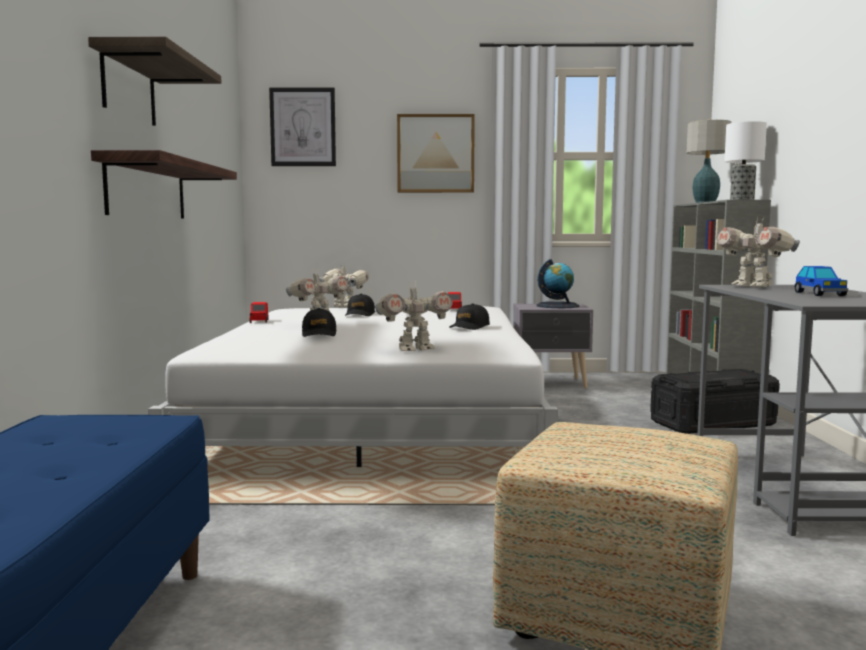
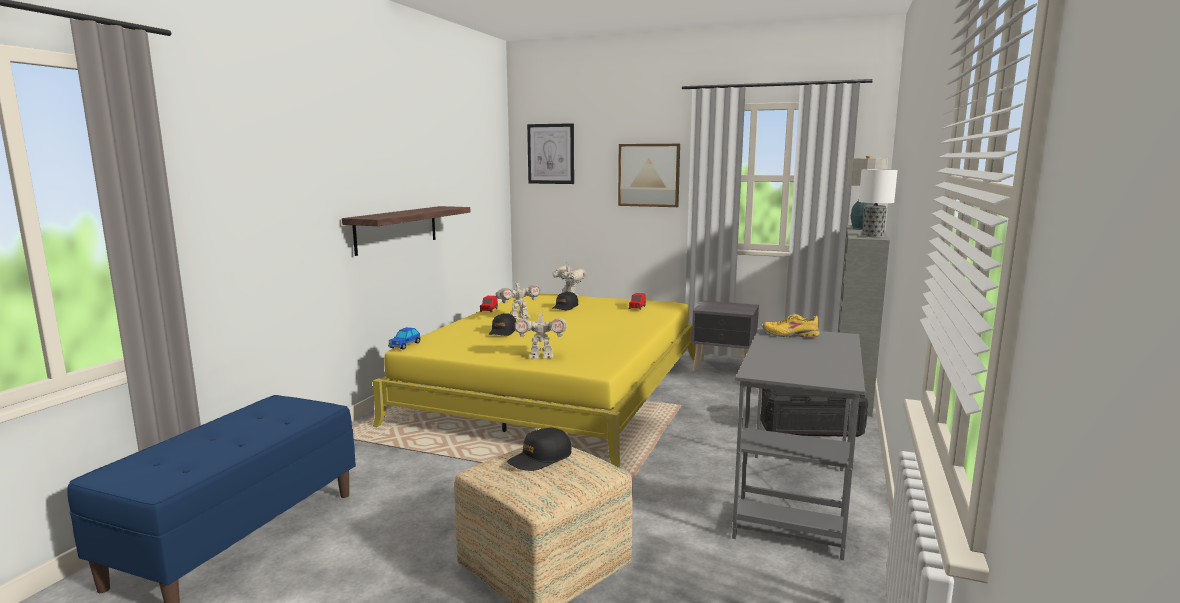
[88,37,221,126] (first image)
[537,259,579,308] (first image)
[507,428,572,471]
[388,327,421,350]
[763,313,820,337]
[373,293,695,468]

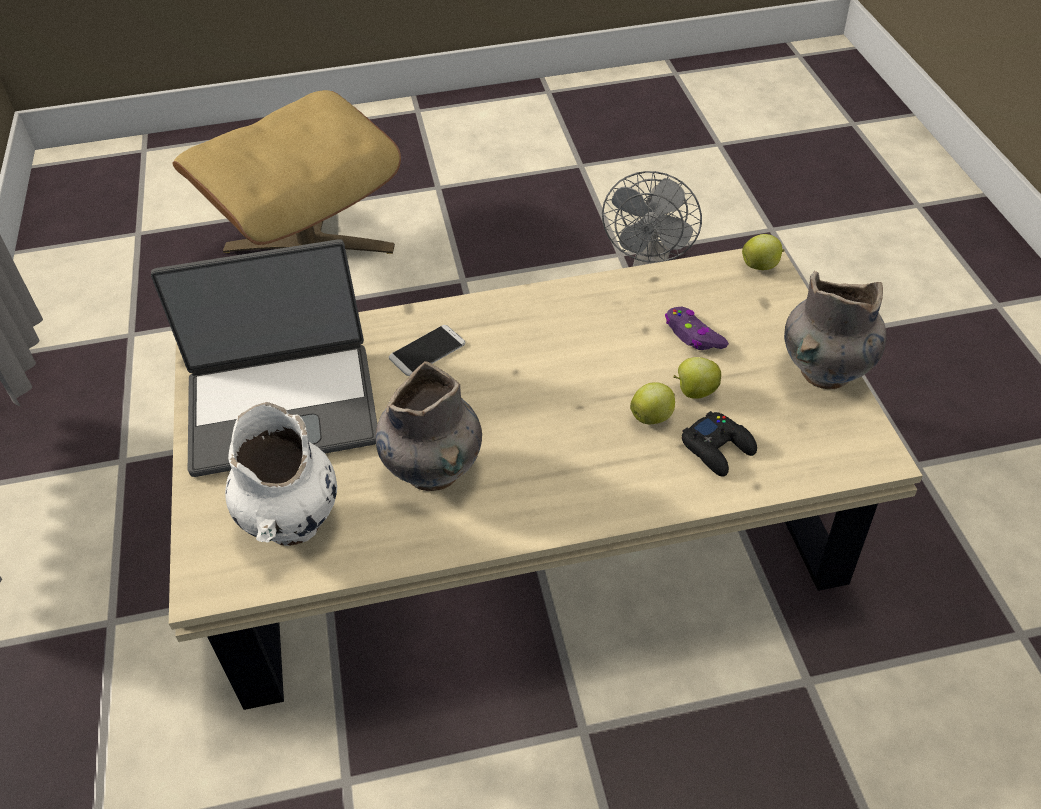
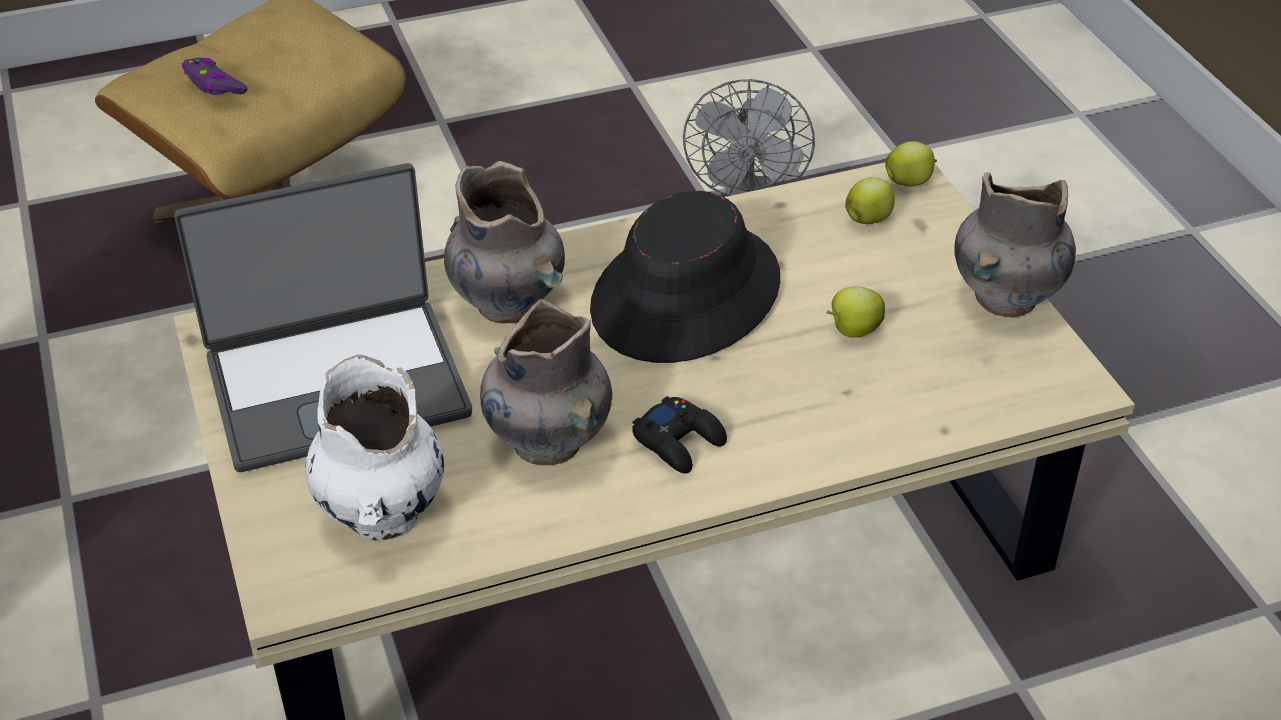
[590,191,780,363]
[845,177,895,224]
[182,58,248,95]
[632,396,727,474]
[444,161,565,324]

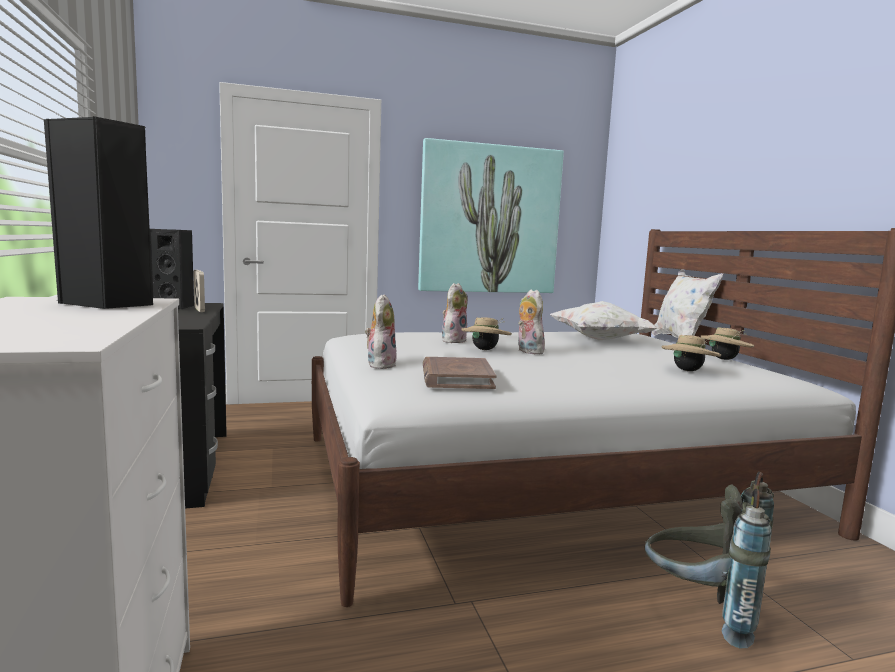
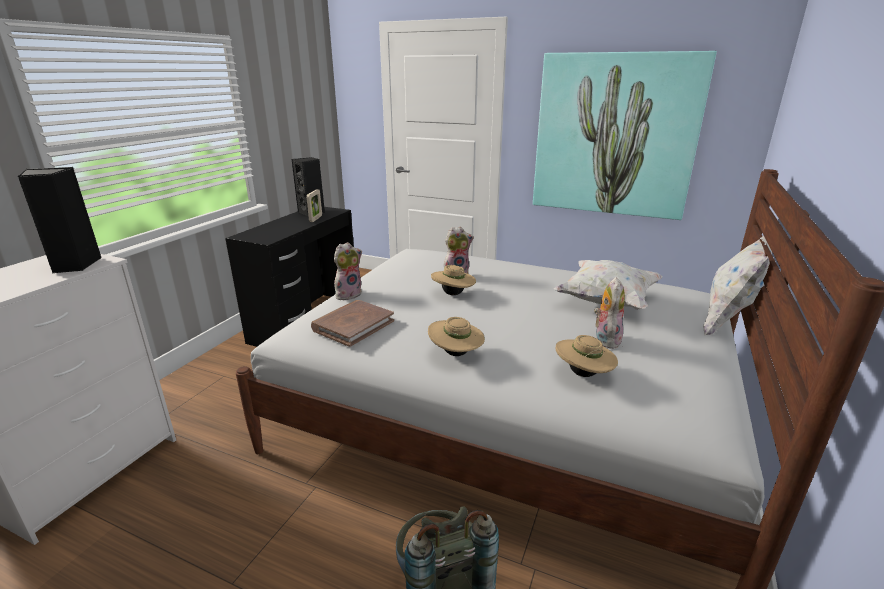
[594,277,625,349]
[428,317,485,356]

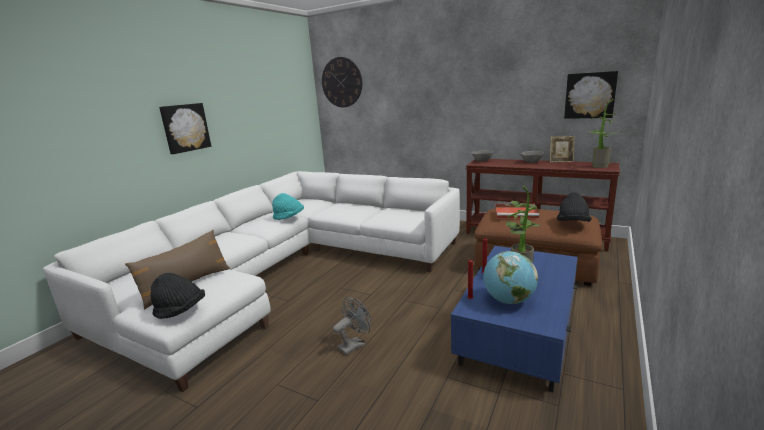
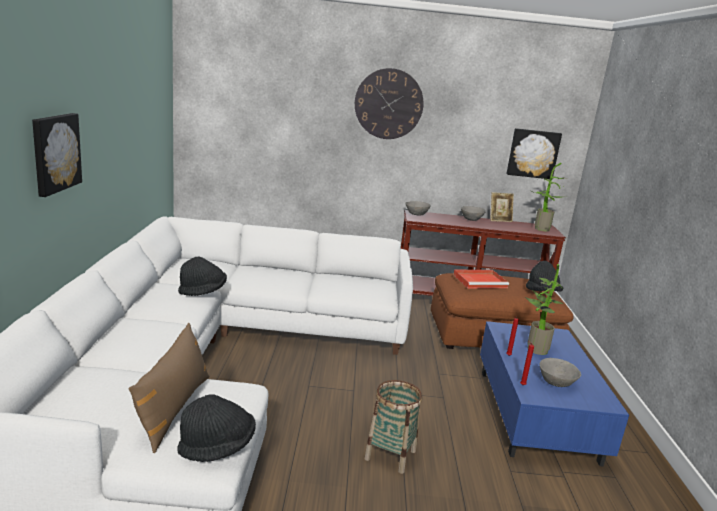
[355,68,424,139]
[364,380,422,474]
[539,358,581,387]
[178,256,227,296]

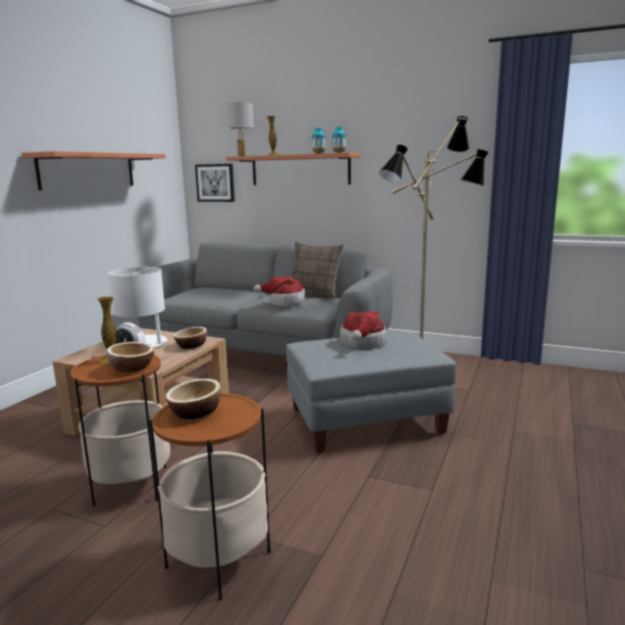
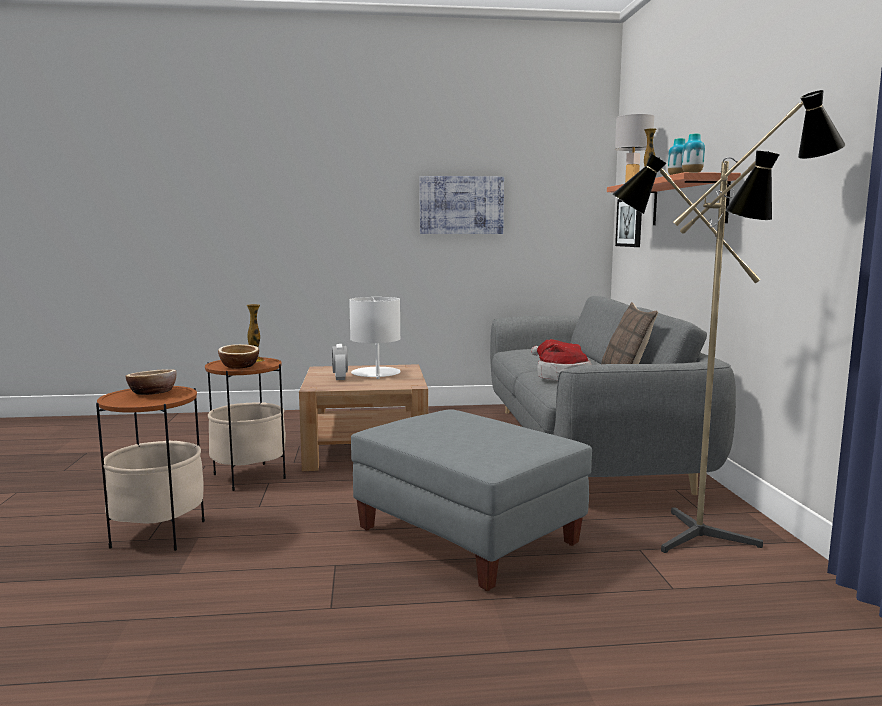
[173,327,207,349] (first image)
[340,311,387,349] (first image)
[420,176,504,234]

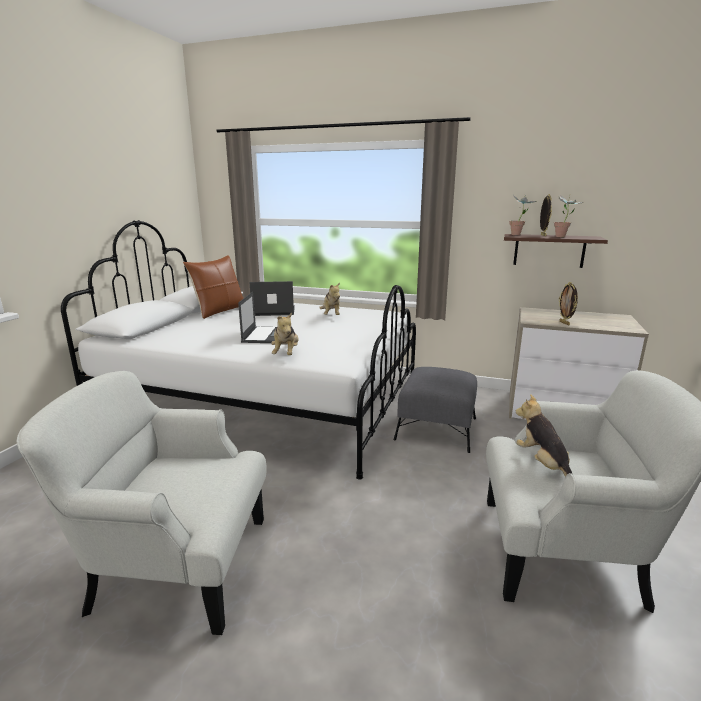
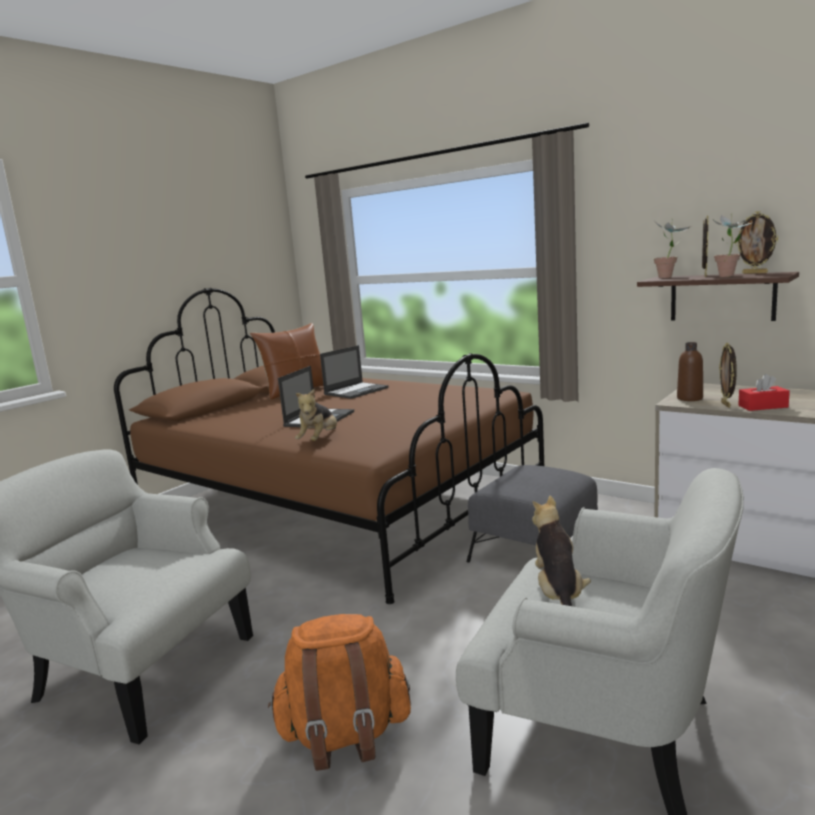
[319,282,340,315] (first image)
[268,614,411,771]
[677,342,703,401]
[735,211,778,274]
[738,374,790,411]
[114,288,544,604]
[320,345,389,399]

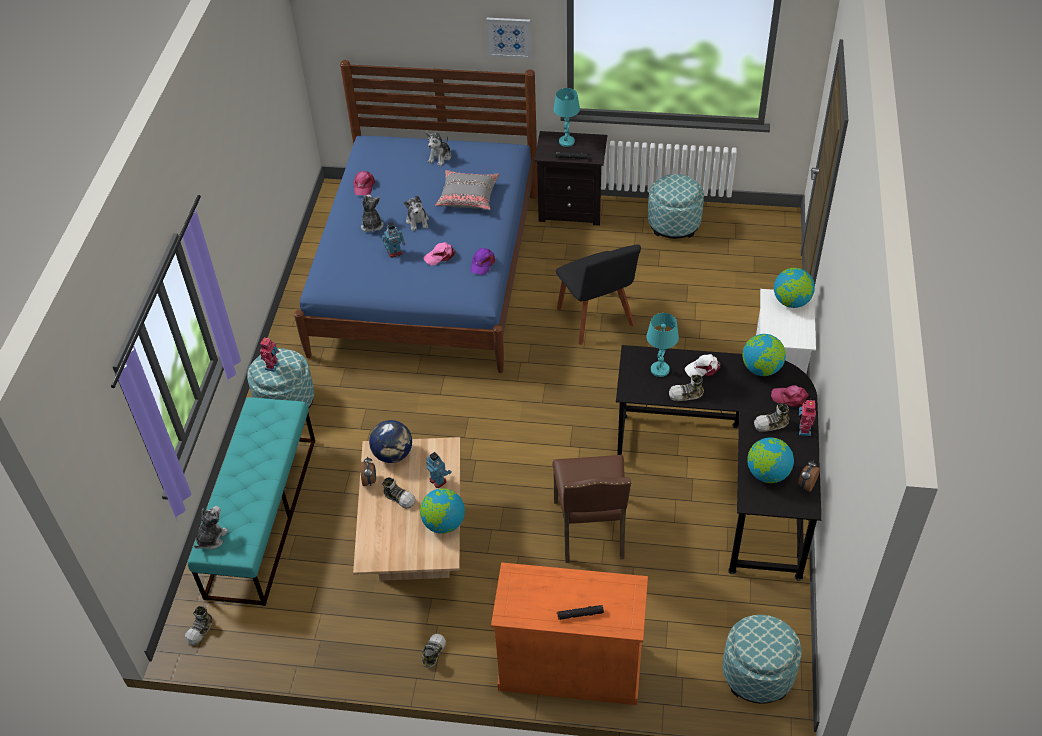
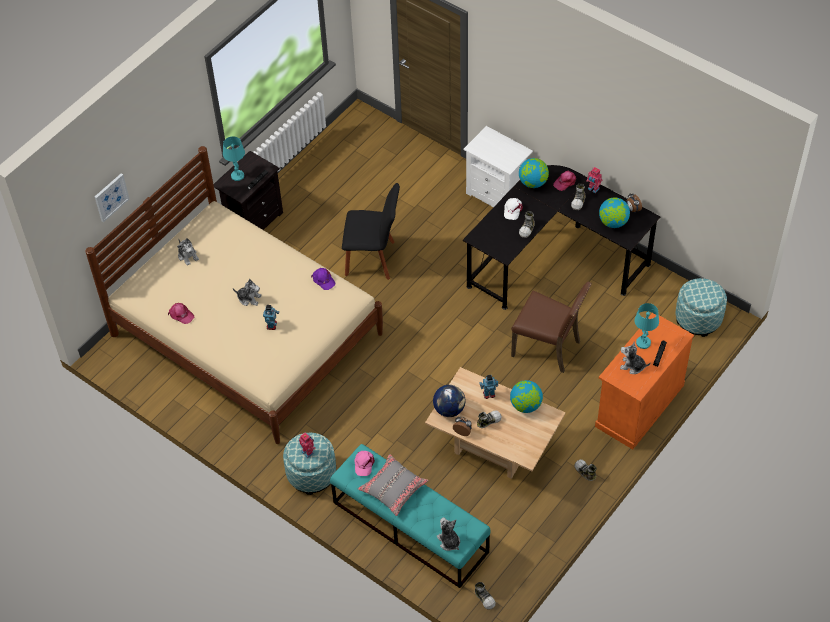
[648,174,704,239] (first image)
[774,268,815,308] (first image)
[620,341,651,374]
[354,451,375,476]
[358,454,429,516]
[95,173,129,222]
[634,303,659,349]
[85,146,383,444]

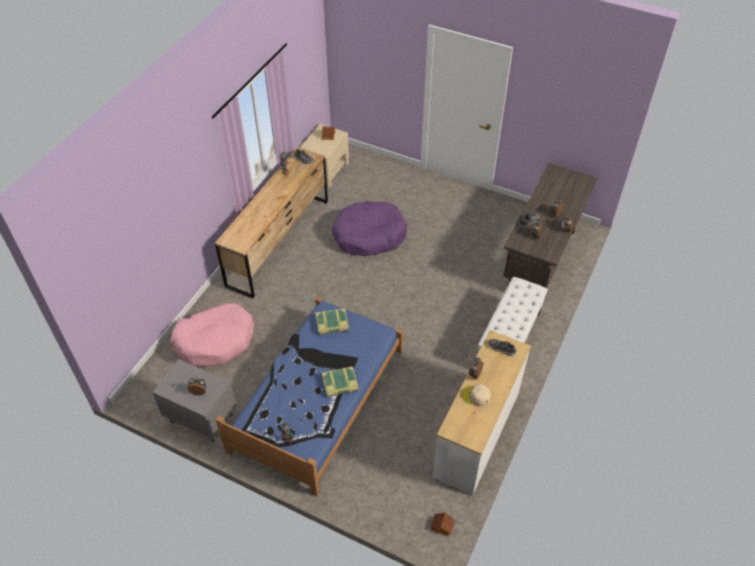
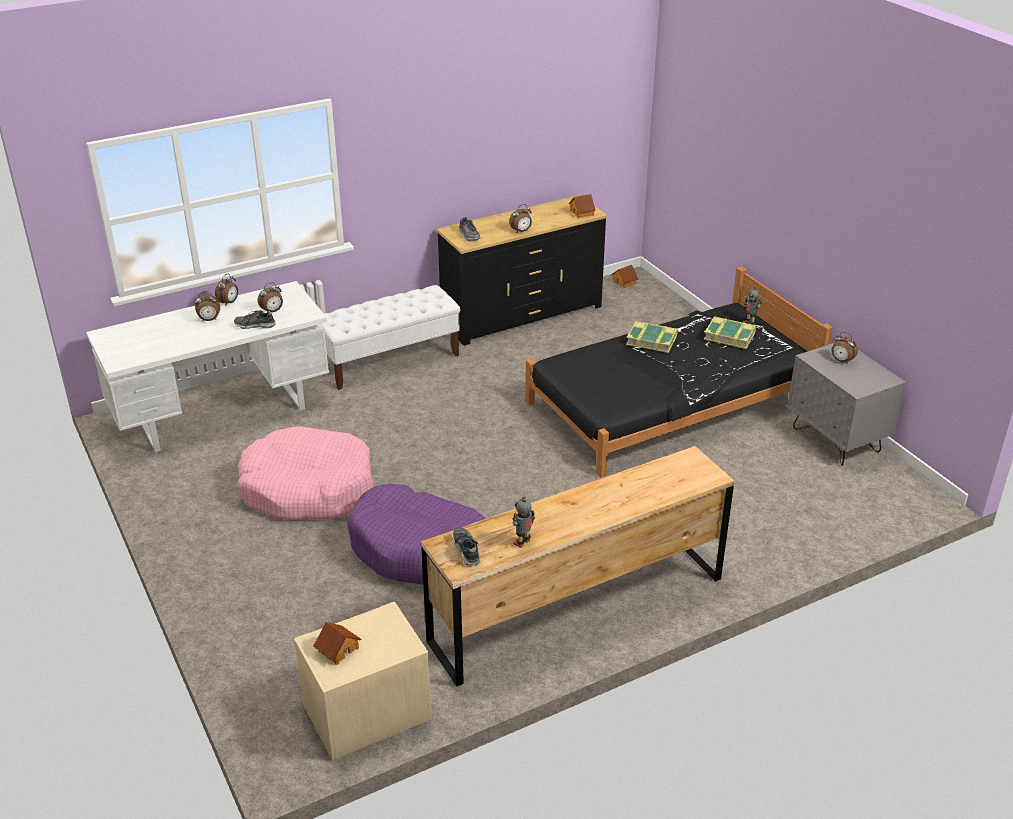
[462,384,491,407] (first image)
[569,194,596,218]
[237,426,373,520]
[704,316,756,349]
[525,266,833,478]
[437,195,607,346]
[86,281,329,452]

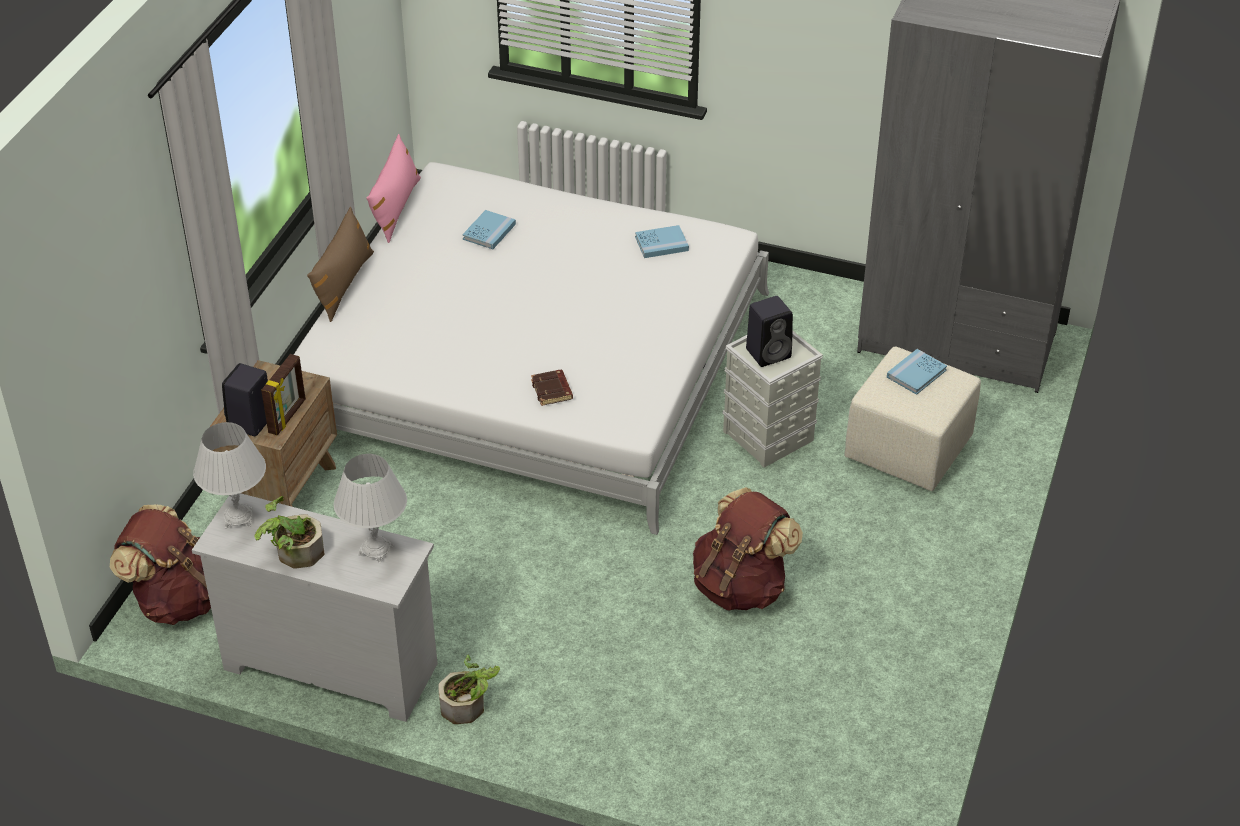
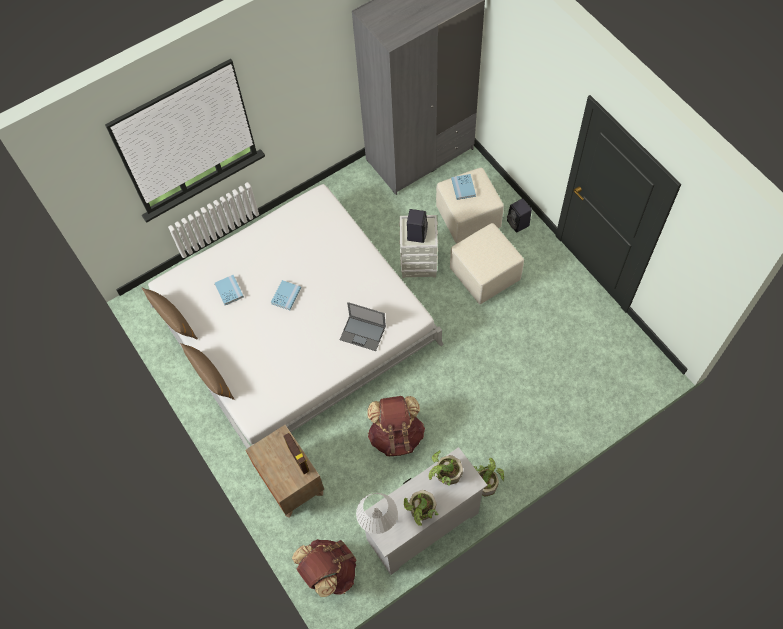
[450,223,524,304]
[507,198,532,233]
[271,280,301,310]
[367,396,425,456]
[428,450,463,486]
[340,302,386,351]
[142,288,198,340]

